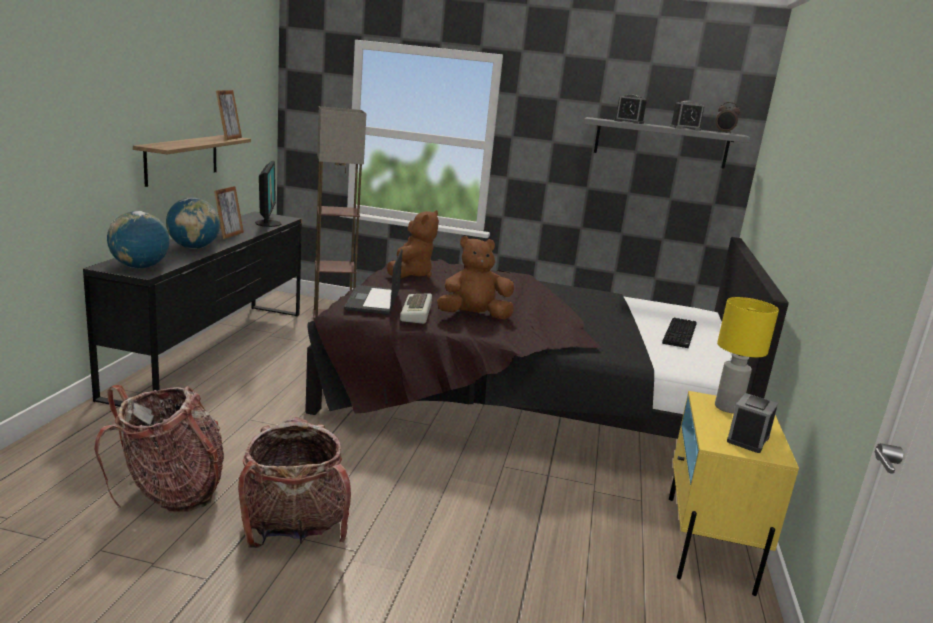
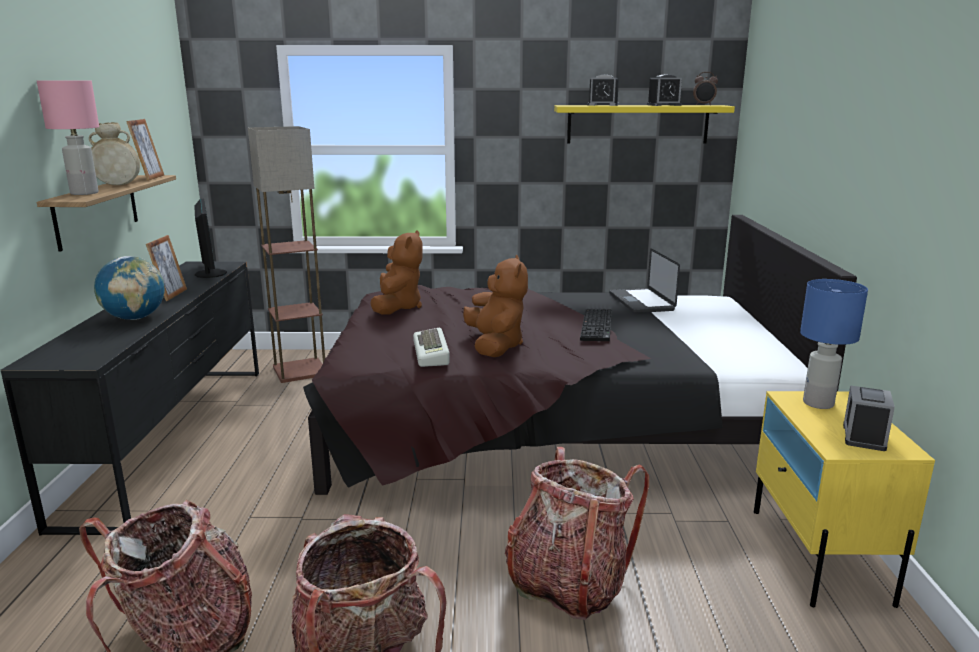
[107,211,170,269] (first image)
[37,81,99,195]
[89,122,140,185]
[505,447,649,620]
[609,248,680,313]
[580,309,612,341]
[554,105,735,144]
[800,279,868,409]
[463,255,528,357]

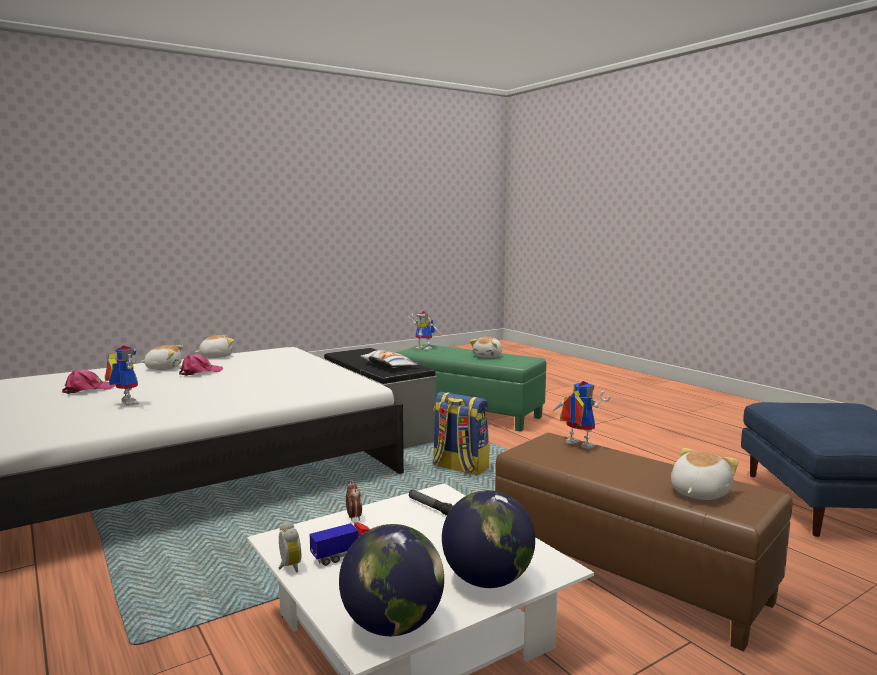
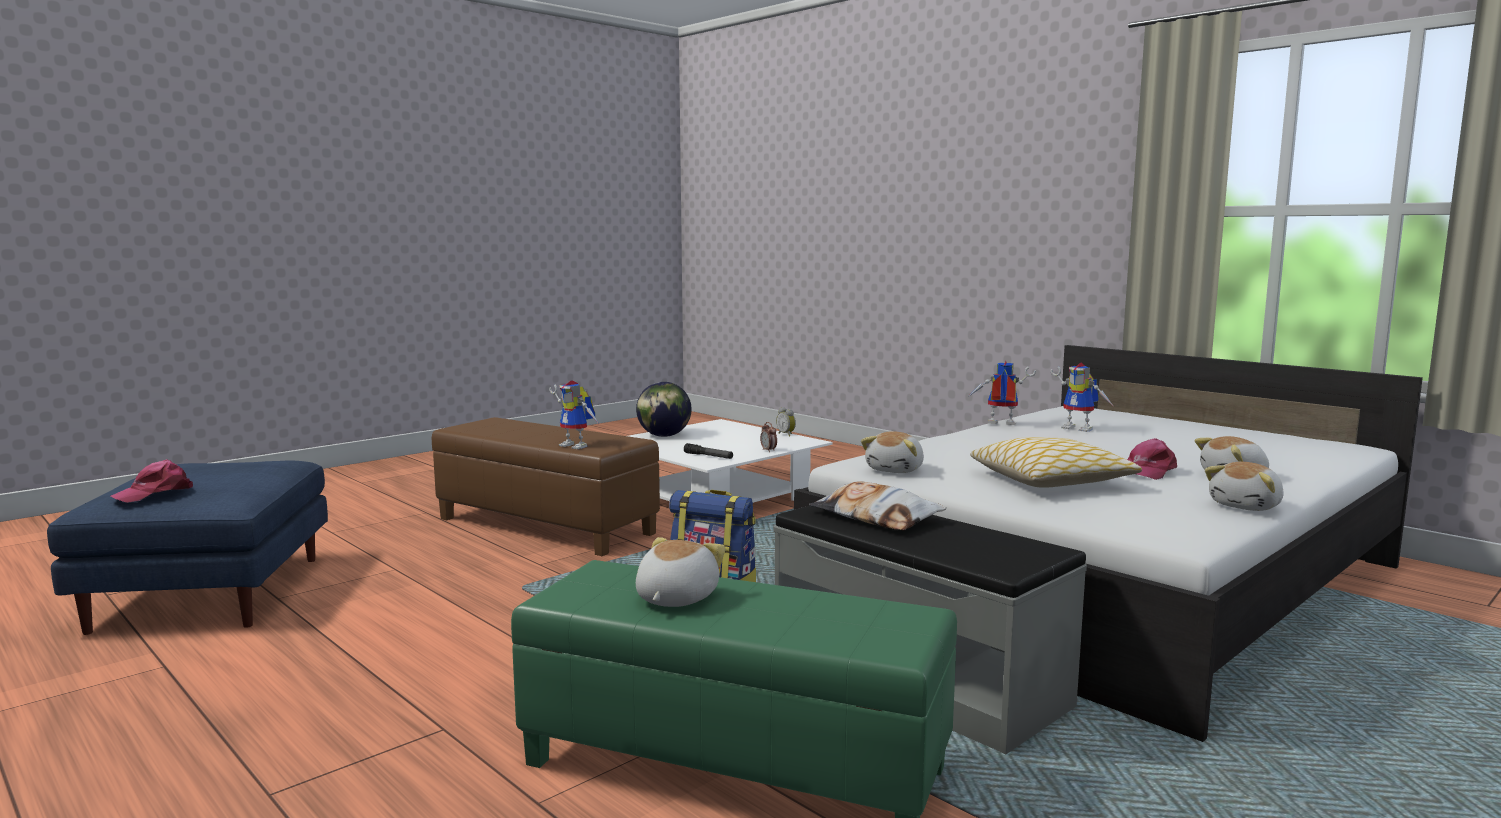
[309,522,370,566] (first image)
[339,524,444,636] (first image)
[970,437,1142,488]
[111,459,193,503]
[969,360,1036,425]
[861,431,924,473]

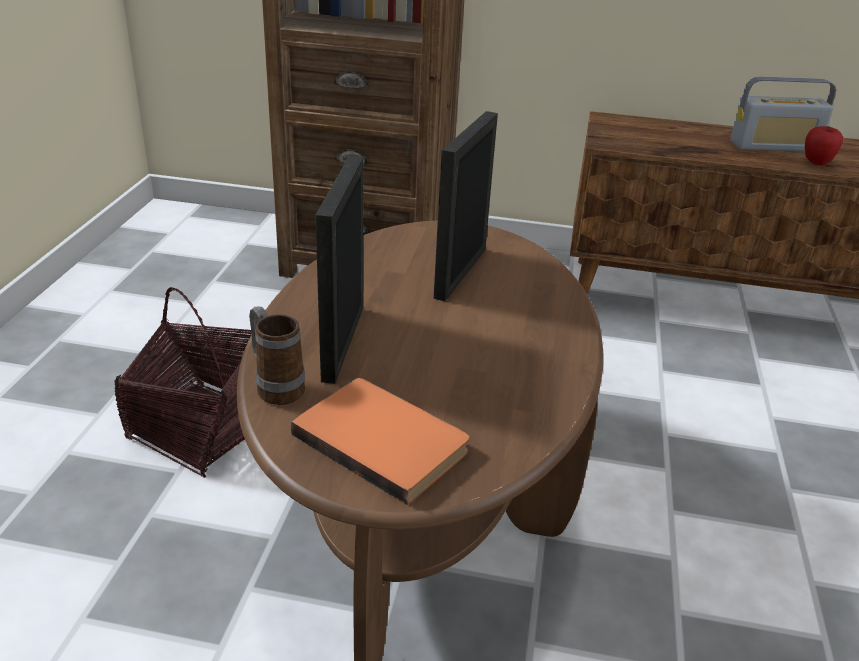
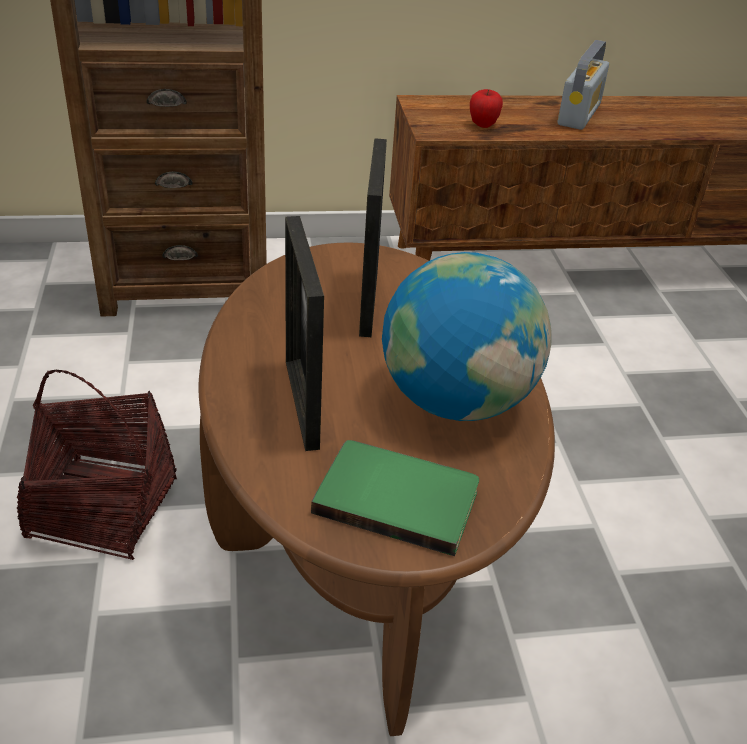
[249,307,305,405] (first image)
[382,252,552,421]
[470,89,503,128]
[311,440,479,556]
[557,40,609,130]

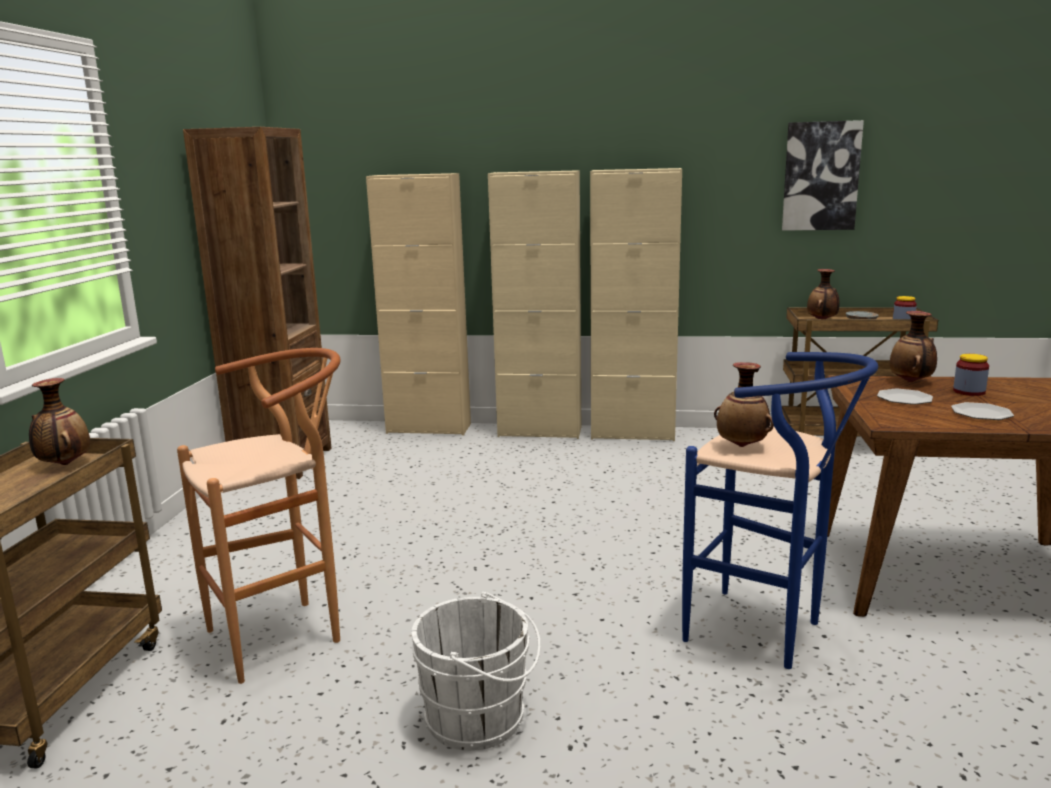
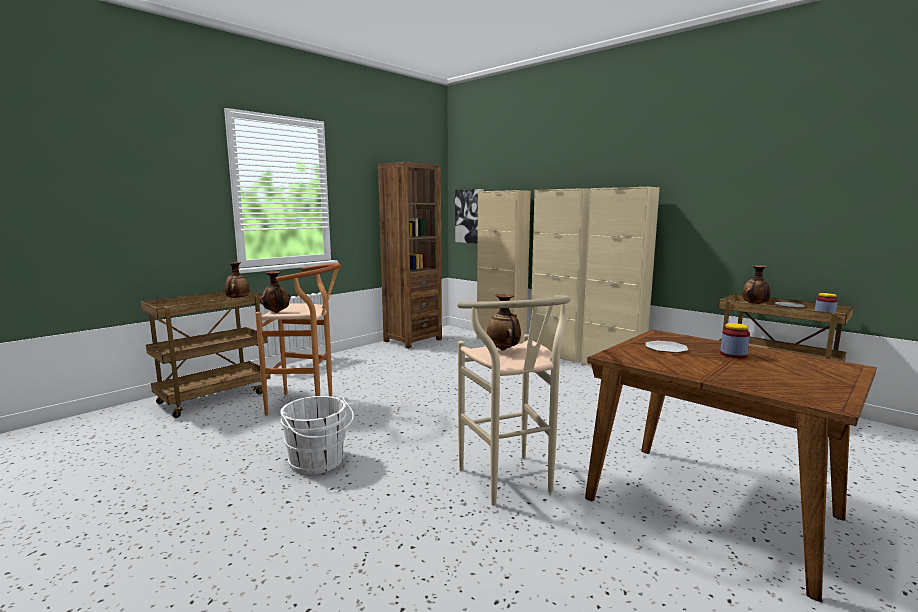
[951,402,1014,420] (first image)
[455,189,483,244]
[260,271,291,313]
[458,295,571,506]

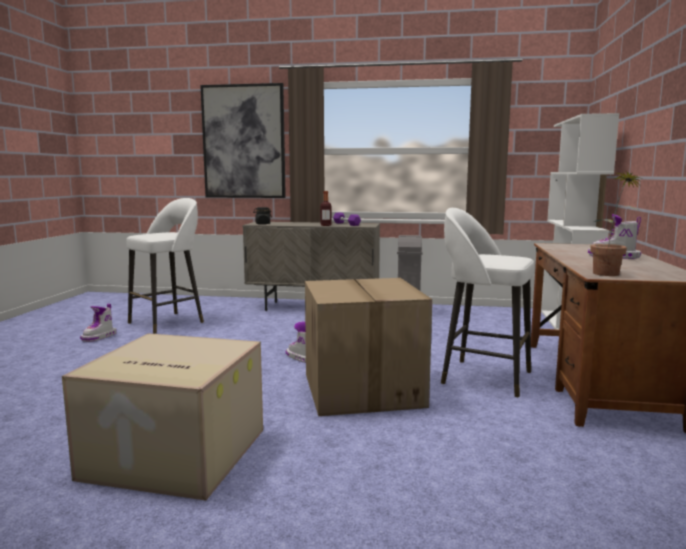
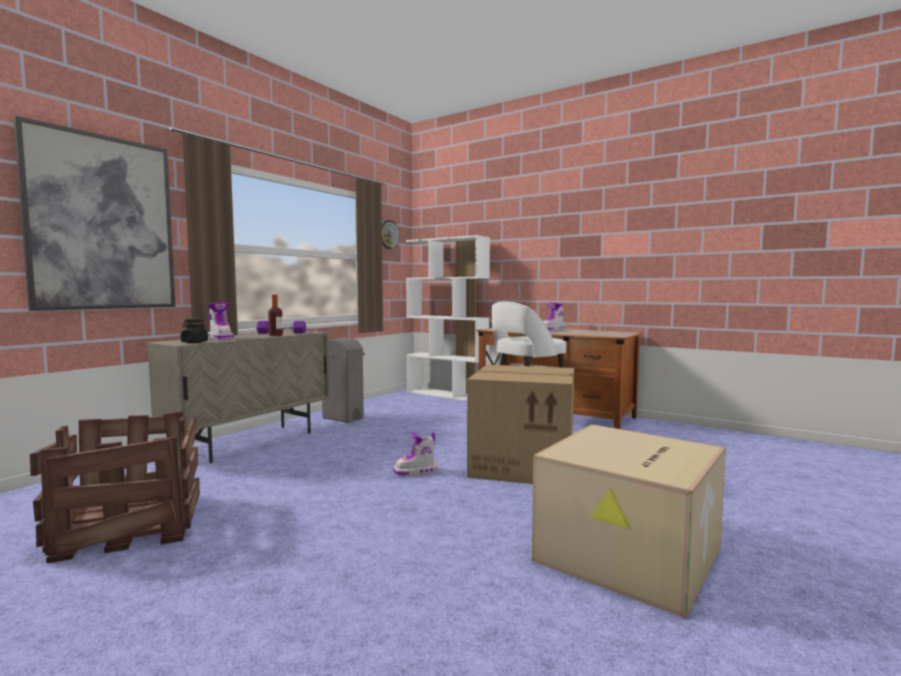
[590,171,643,276] (first image)
[382,220,399,249]
[207,302,234,340]
[30,411,200,563]

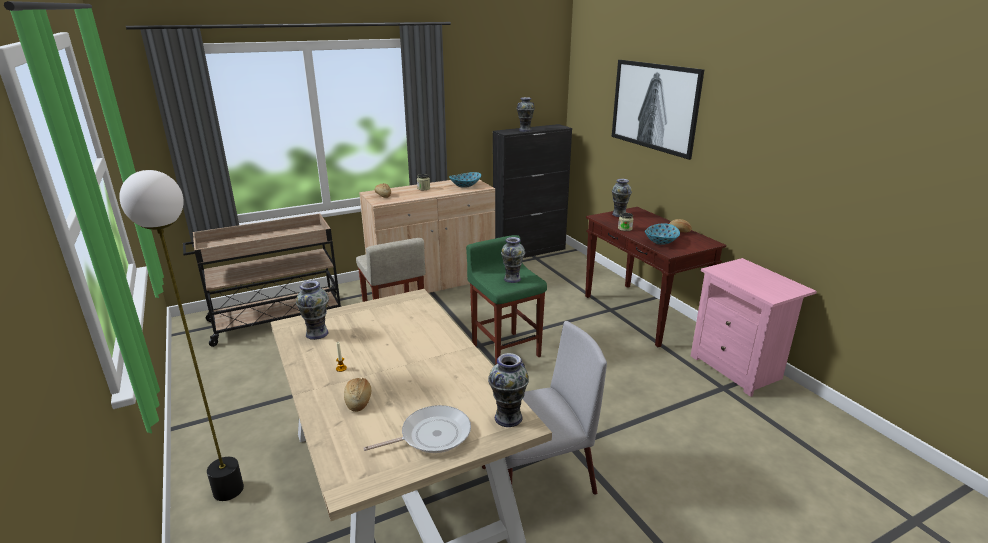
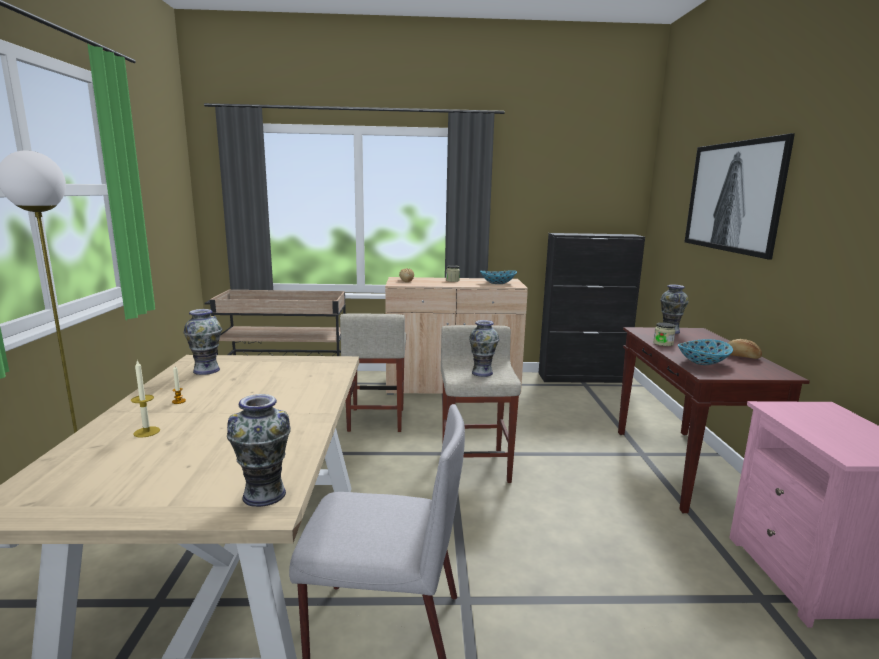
[363,405,471,453] (first image)
[516,97,535,132] (first image)
[131,361,160,438]
[441,325,521,483]

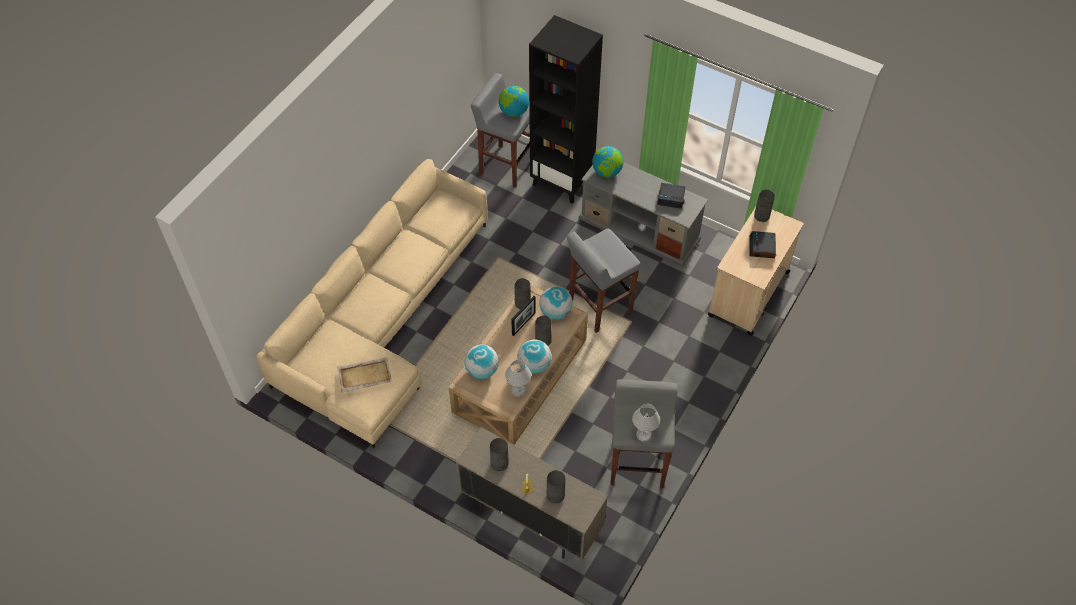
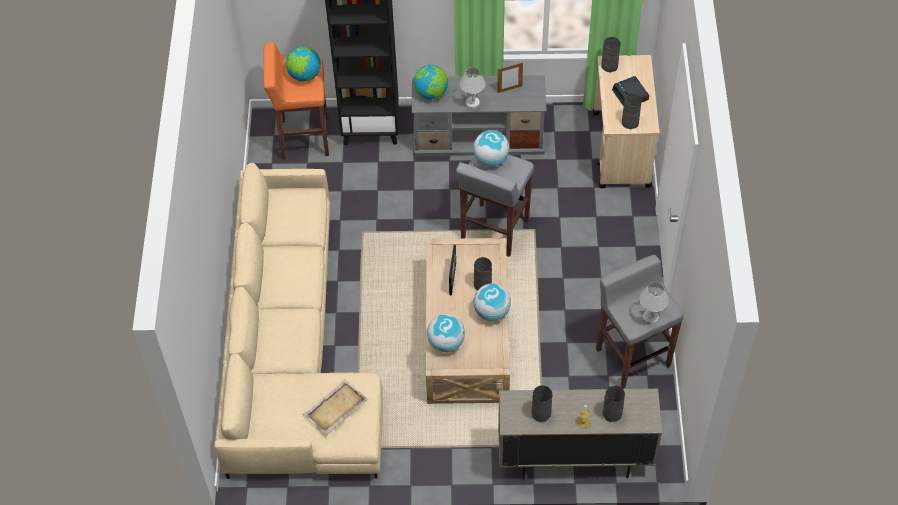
[460,67,486,109]
[622,94,642,129]
[473,130,510,167]
[497,62,523,93]
[263,43,329,159]

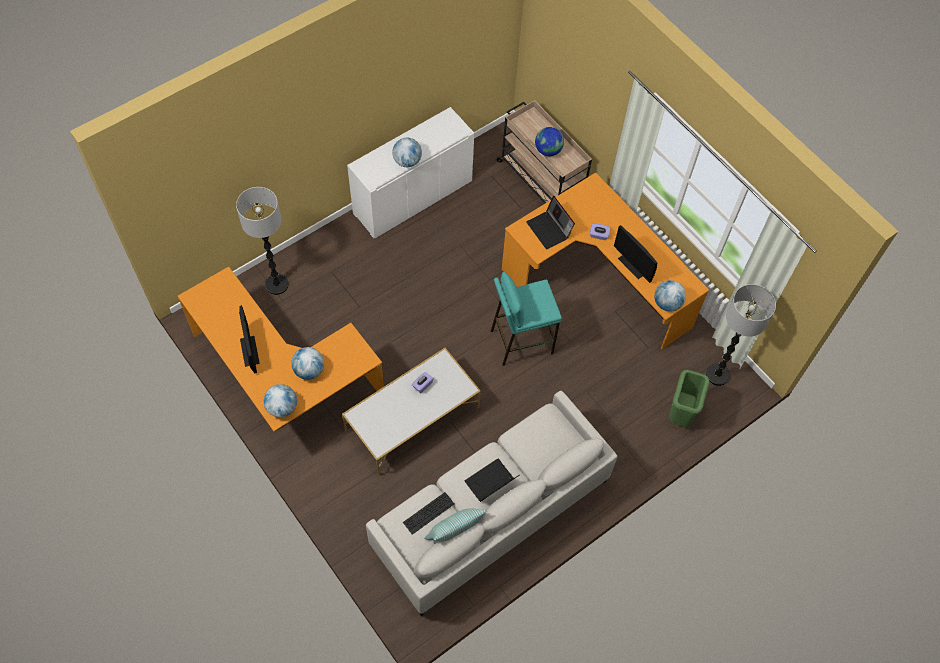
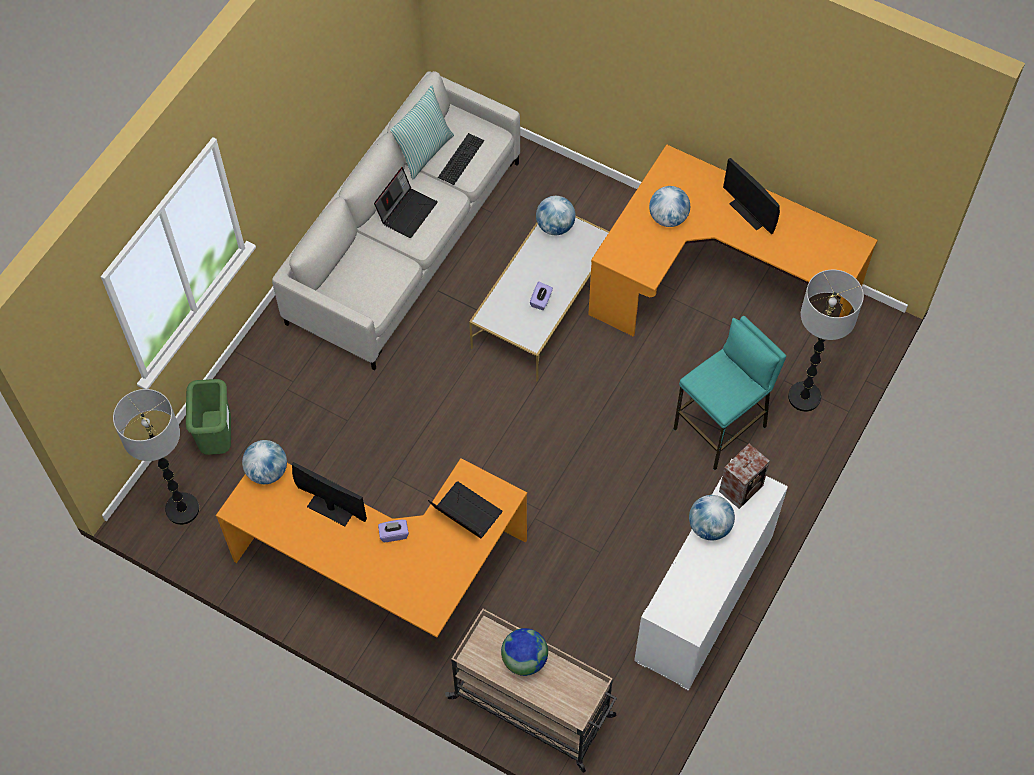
[719,444,770,509]
[536,196,576,235]
[674,316,786,470]

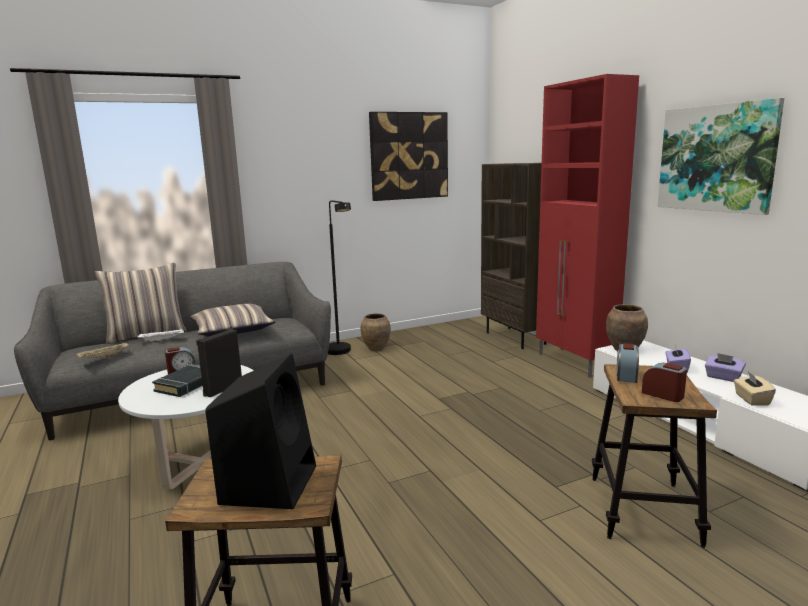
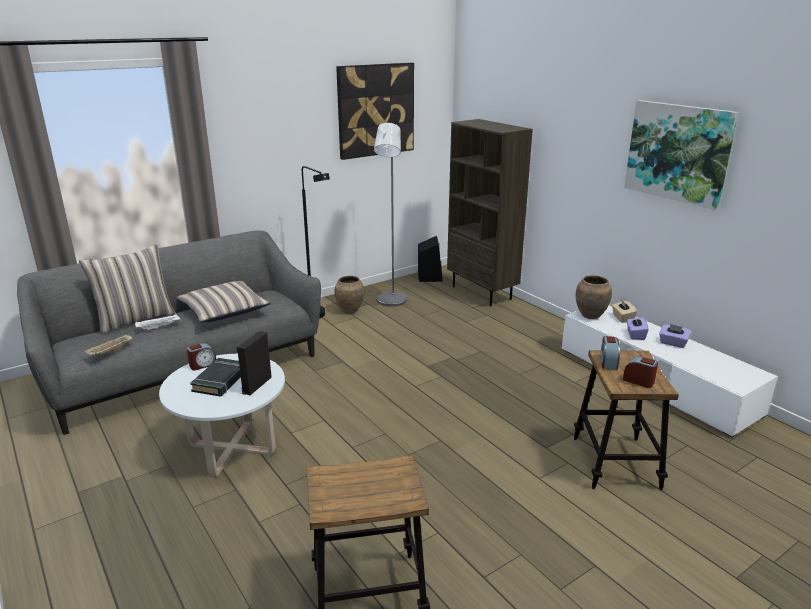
[536,74,639,377] (first image)
[374,123,407,307]
[418,236,443,282]
[612,299,637,323]

